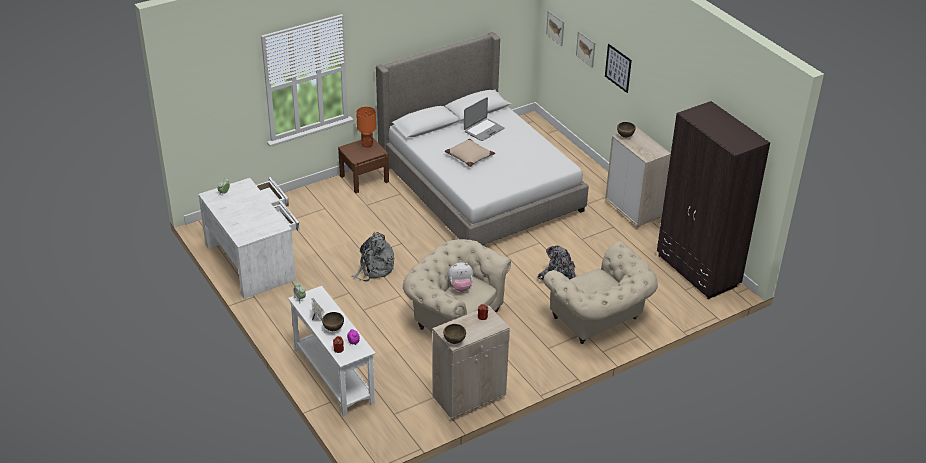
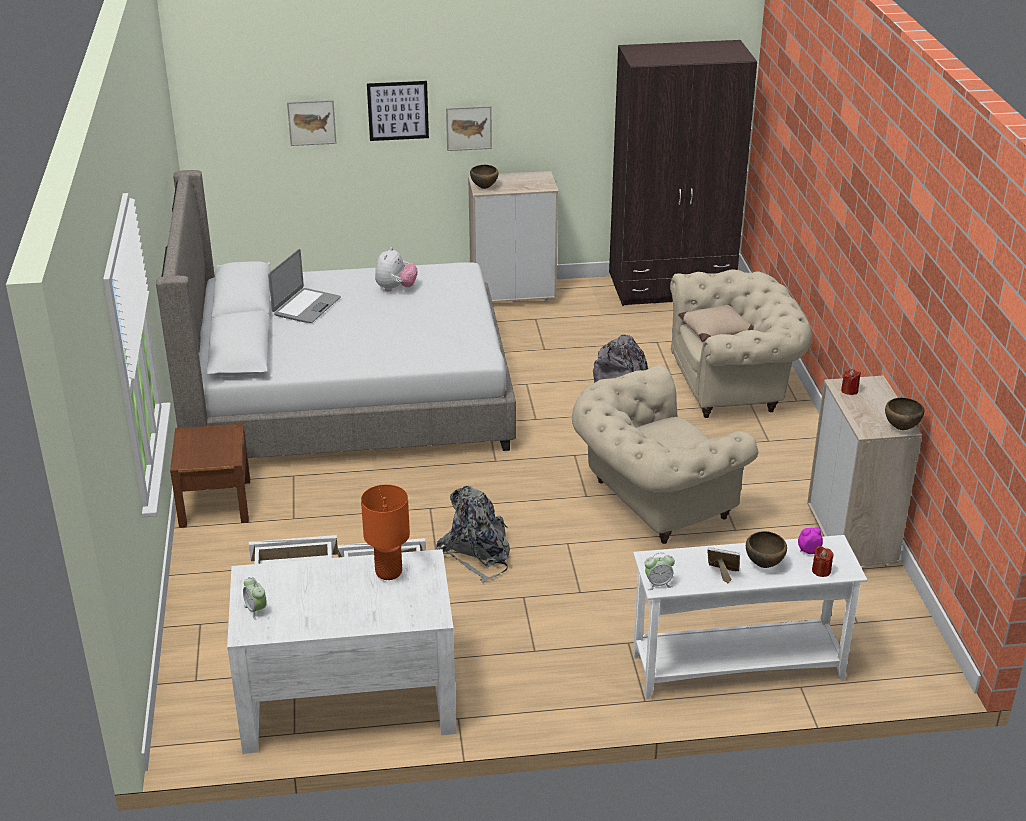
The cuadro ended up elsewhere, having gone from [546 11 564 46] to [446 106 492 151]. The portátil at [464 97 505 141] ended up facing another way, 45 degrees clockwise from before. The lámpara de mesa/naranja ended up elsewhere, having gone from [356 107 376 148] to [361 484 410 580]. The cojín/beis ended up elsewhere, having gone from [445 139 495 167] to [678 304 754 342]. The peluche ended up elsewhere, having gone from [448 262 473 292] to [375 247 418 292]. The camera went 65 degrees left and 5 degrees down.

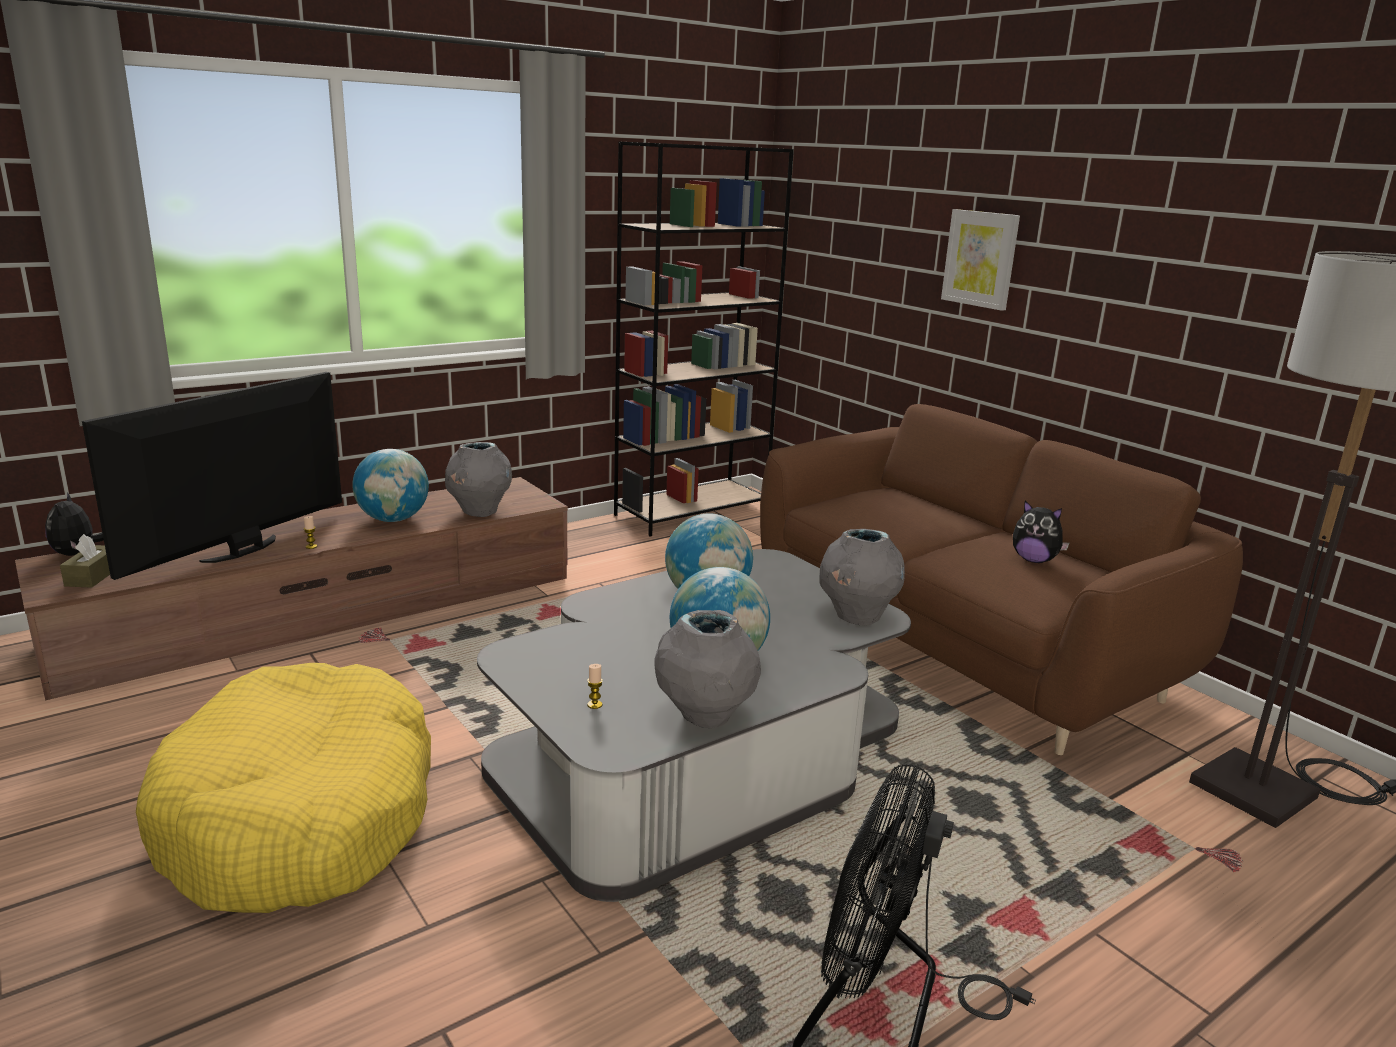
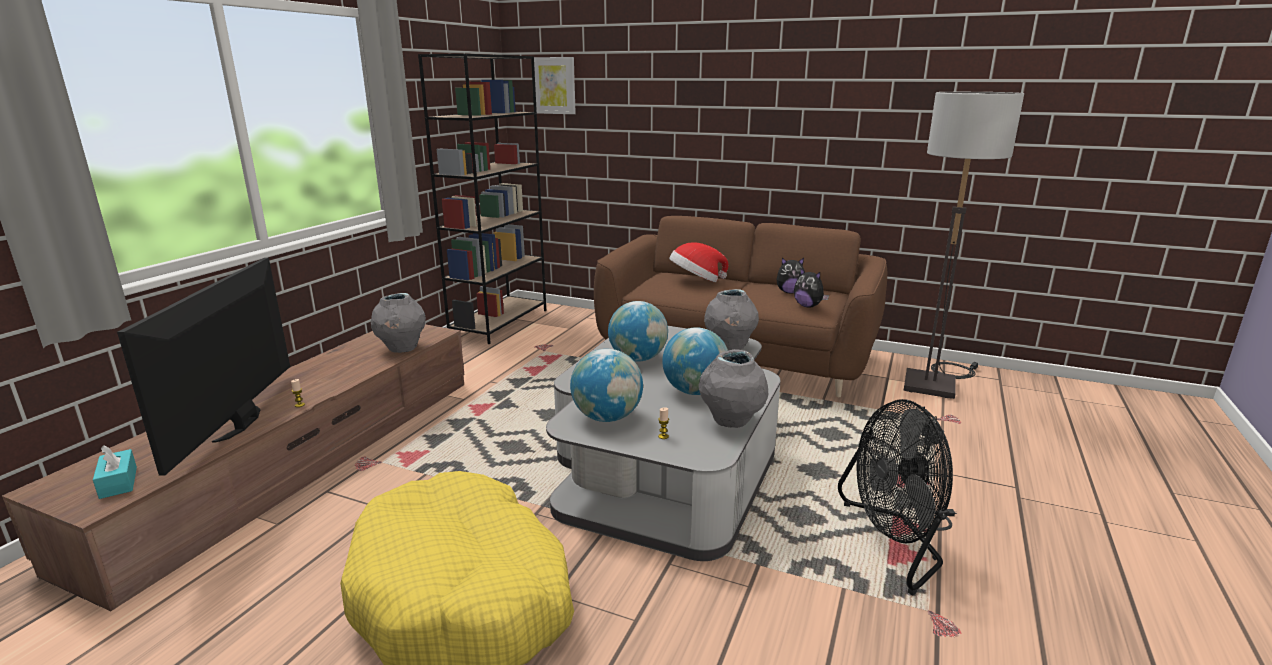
The cuadro ended up elsewhere, having gone from [941 209 1020 311] to [534 57 576 114]. The globo terráqueo ended up elsewhere, having gone from [352 449 429 522] to [570 349 643 422]. The peluche ended up elsewhere, having gone from [45 492 104 556] to [794 267 829 308]. What was the caja de pañuelos/marrón at [60 534 110 588] turned into the caja de pañuelos/turquesa at [93 445 137 499]. The second view gained the sombrero at [669 242 728 282]. The camera went 30 degrees left and 0 degrees up.

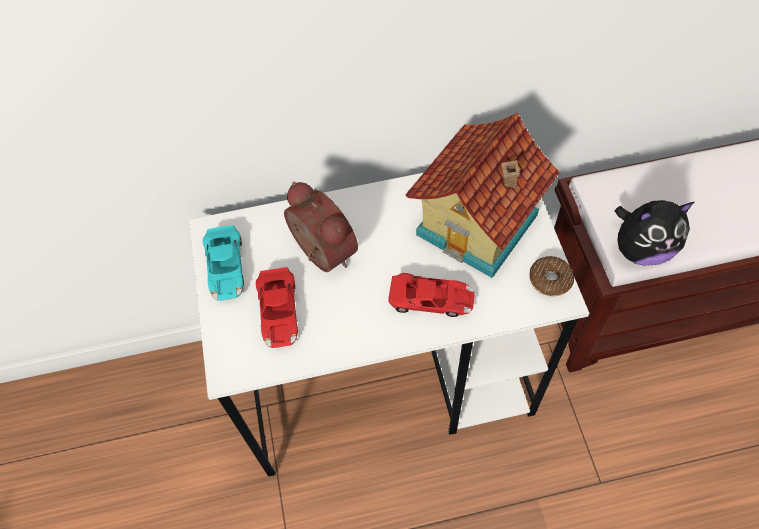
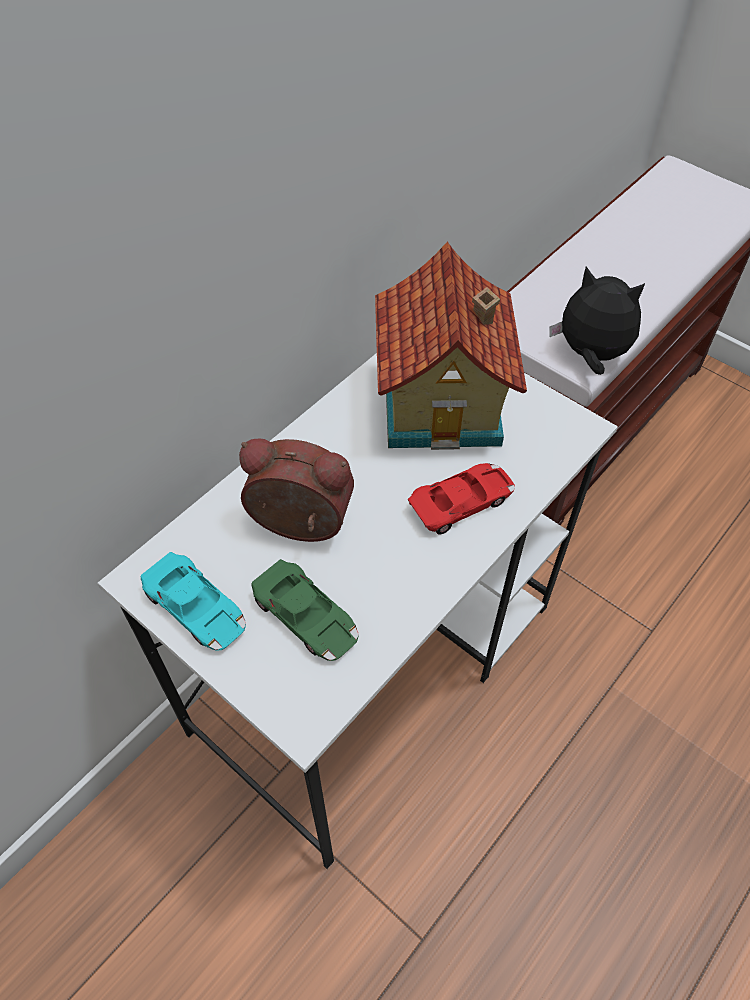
The peluche at [615 200 694 266] ended up facing another way, 105 degrees counterclockwise from before. The second view lost the rosquilla at [529 256 574 296]. What was the coche de juguete/rojo at [256 267 298 348] turned into the coche de juguete/verde at [251 559 359 661]. The camera went 40 degrees left and 5 degrees down.

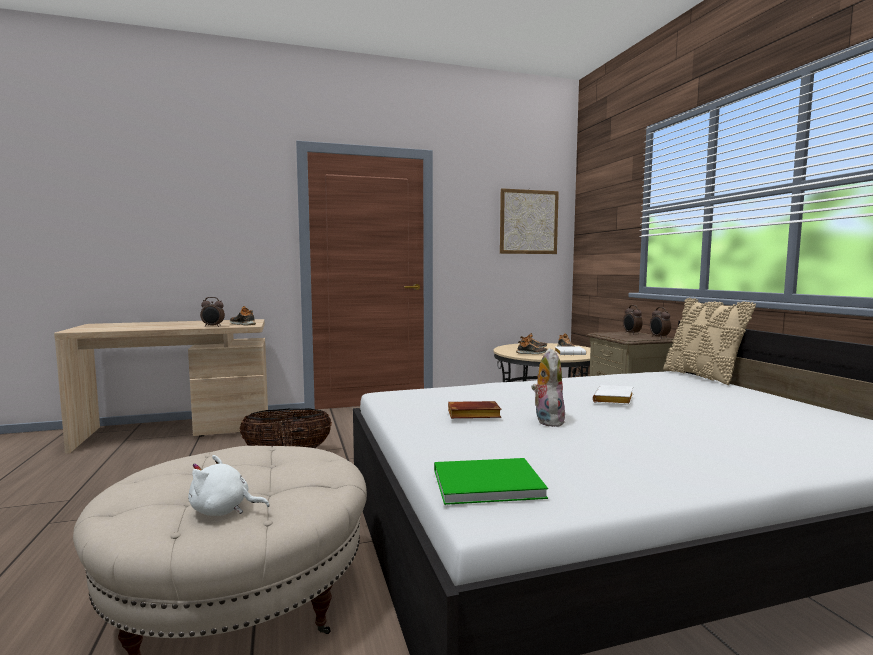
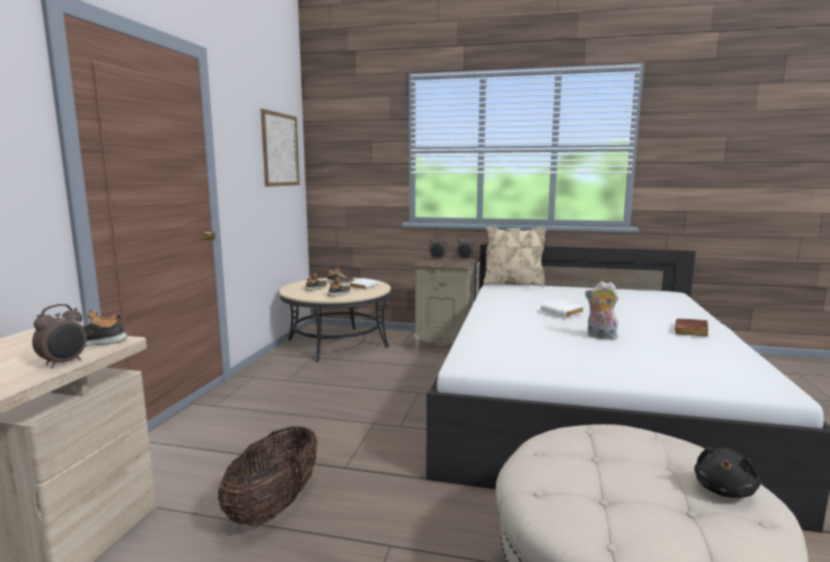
The libro/marrón ended up elsewhere, having gone from [448 401 501 418] to [675 318 709 337]. What was the peluche/blanco at [188 455 270 516] turned into the peluche/negro at [694 447 761 498]. The second view lost the libro/verde at [434 458 548 505]. The camera went 60 degrees left and 5 degrees up.

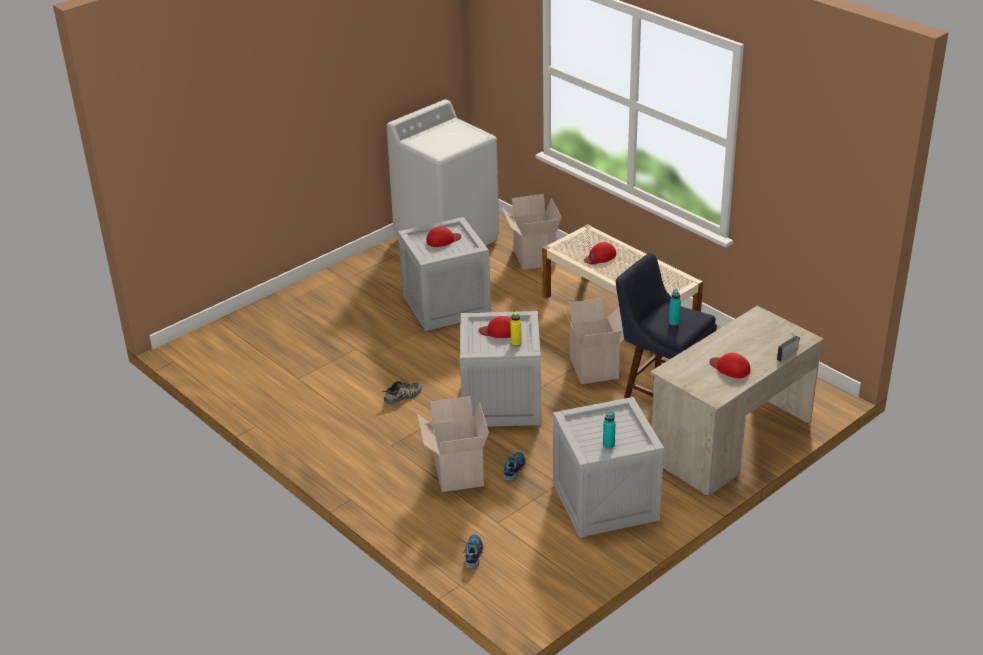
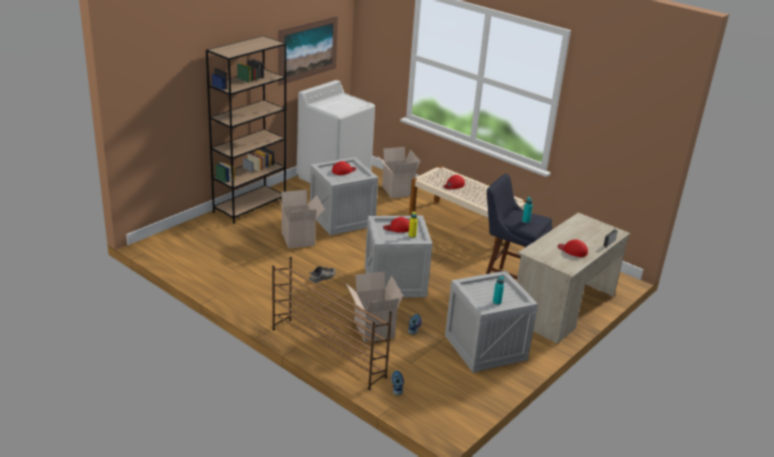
The caja de cartón ended up elsewhere, having gone from [564 298 624 384] to [278 190 325 249]. The second view gained the cuadro at [278 16 338 86]. The second view gained the estantería/beis at [206 36 286 224]. The second view gained the zapatero/marrón at [272 257 392 390]. The camera went 10 degrees left and 5 degrees down.

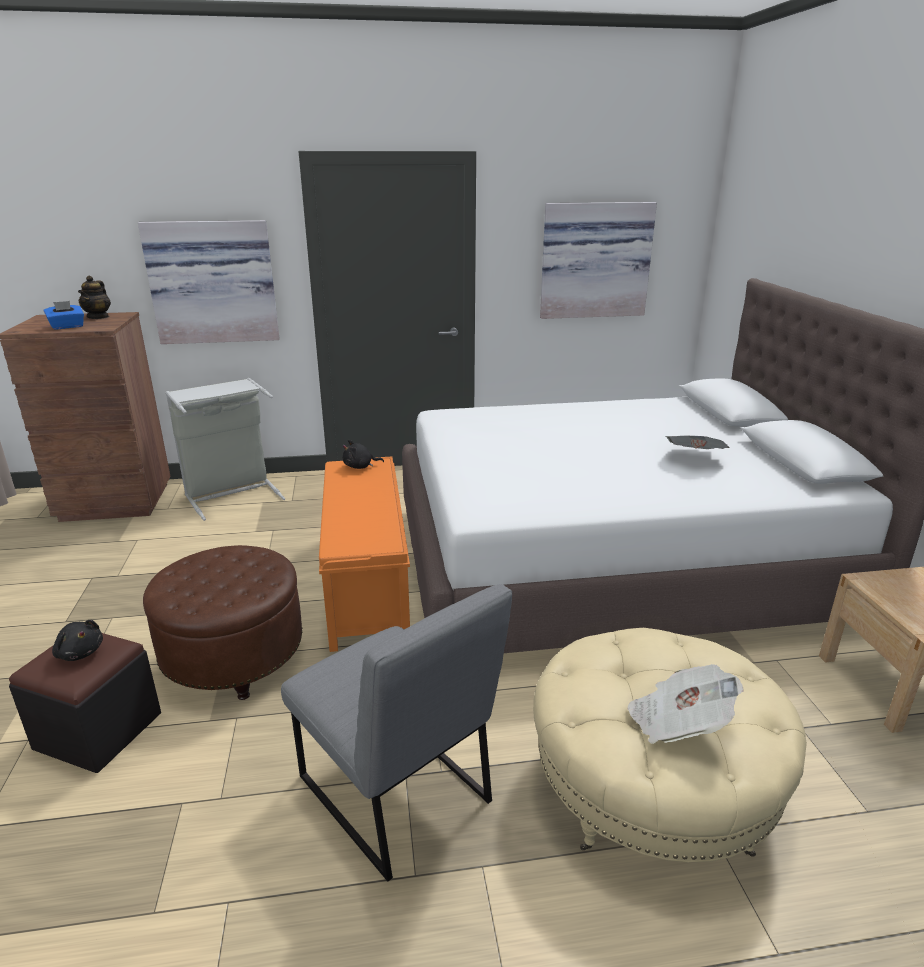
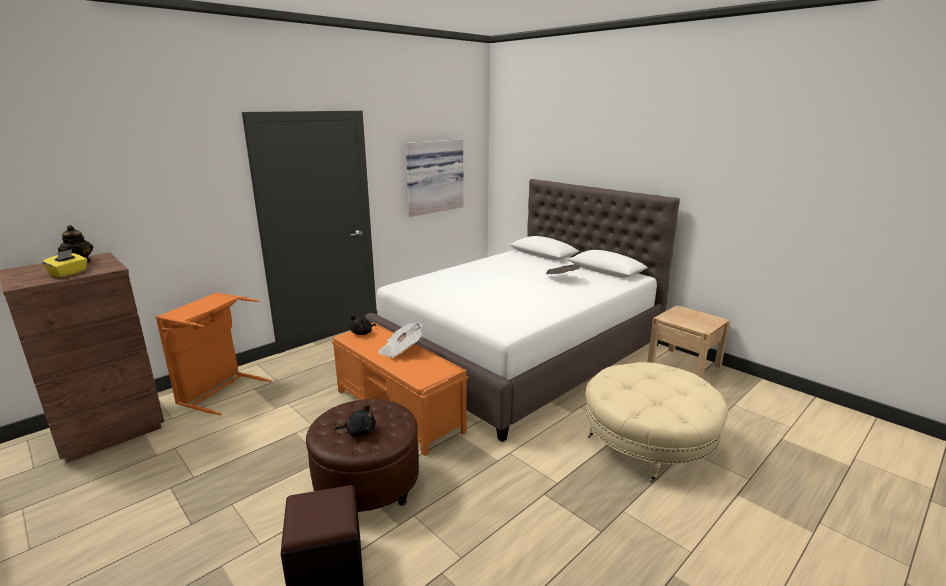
The second view lost the cuadro at [138 220 280 344]. What was the caja de pañuelos/azul at [44 301 84 330] turned into the caja de pañuelos/amarillo at [42 249 87 278]. What was the cesto de la ropa/gris at [165 378 285 521] turned into the cesto de la ropa/naranja at [155 292 271 415]. The second view lost the silla/gris at [281 584 512 882]. The peluche/negro ended up elsewhere, having gone from [52 620 103 661] to [335 405 376 437]. The periódico ended up elsewhere, having gone from [627 664 744 744] to [378 323 423 358]. The camera went 35 degrees left and 5 degrees down.

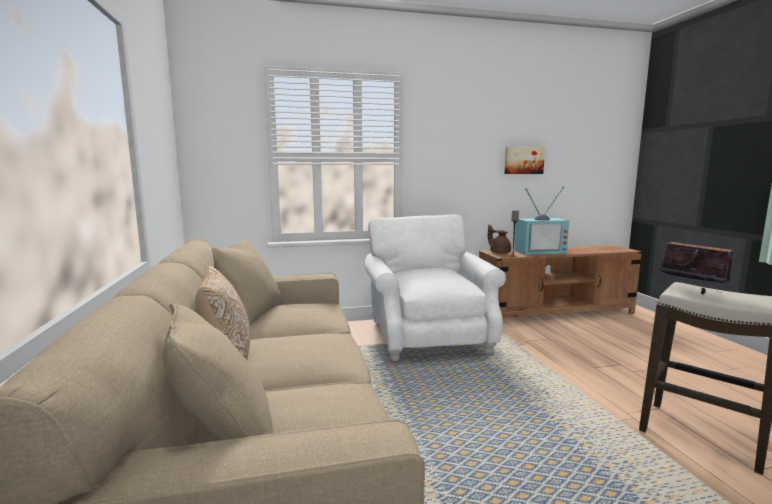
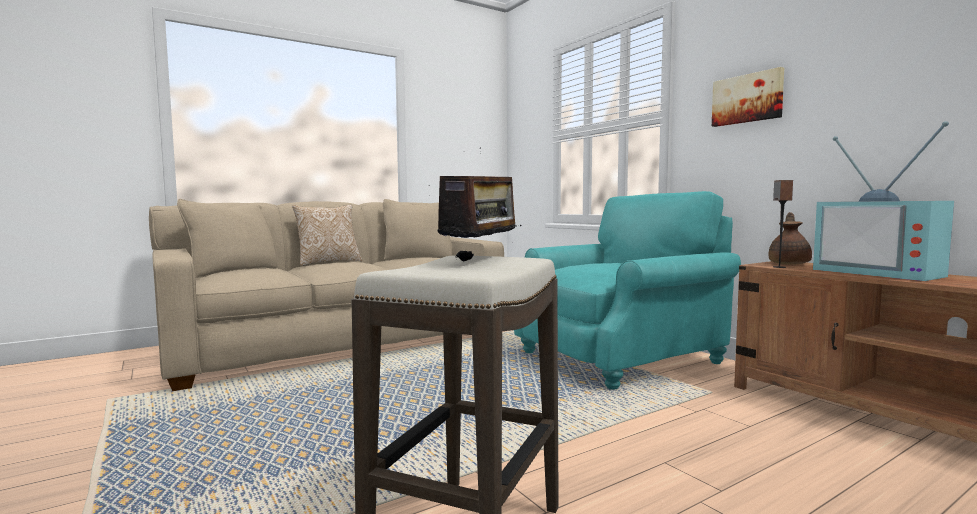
The cuadro ended up elsewhere, having gone from [504 146 545 174] to [712 67 784 127]. What was the sillón/blanco at [365 215 506 361] turned into the sillón/turquesa at [514 191 741 390]. The camera went 70 degrees right and 5 degrees down.

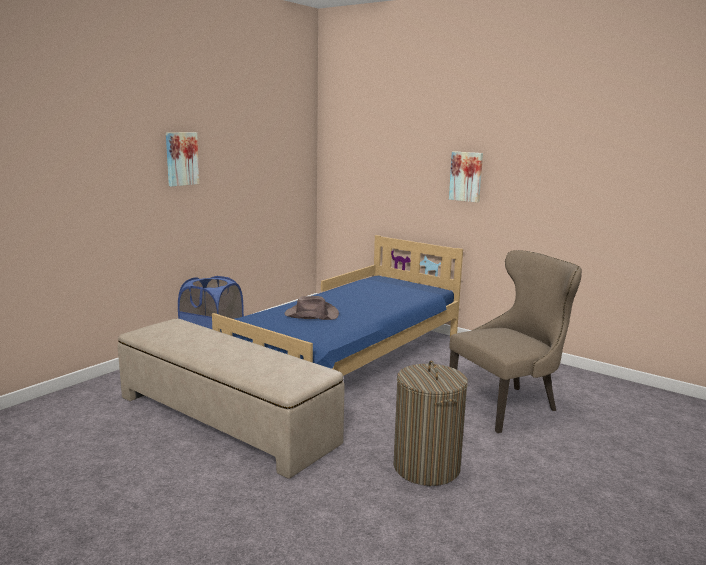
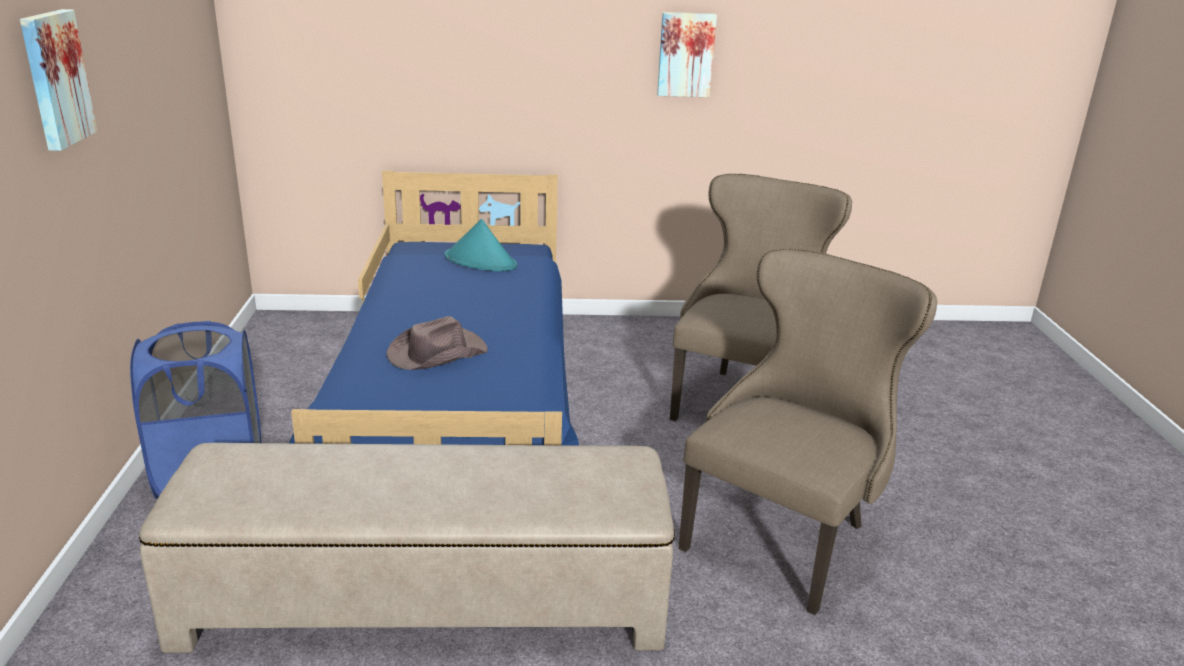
The cuadro ended up elsewhere, having gone from [449 151 483 202] to [657 12 717 97]. Where the cesto de la ropa stood at [393 361 468 486], the silla/beis came to stand at [679 249 937 615]. The second view gained the sombrero/turquesa at [444 219 517 271]. The camera went 40 degrees left and 10 degrees up.

